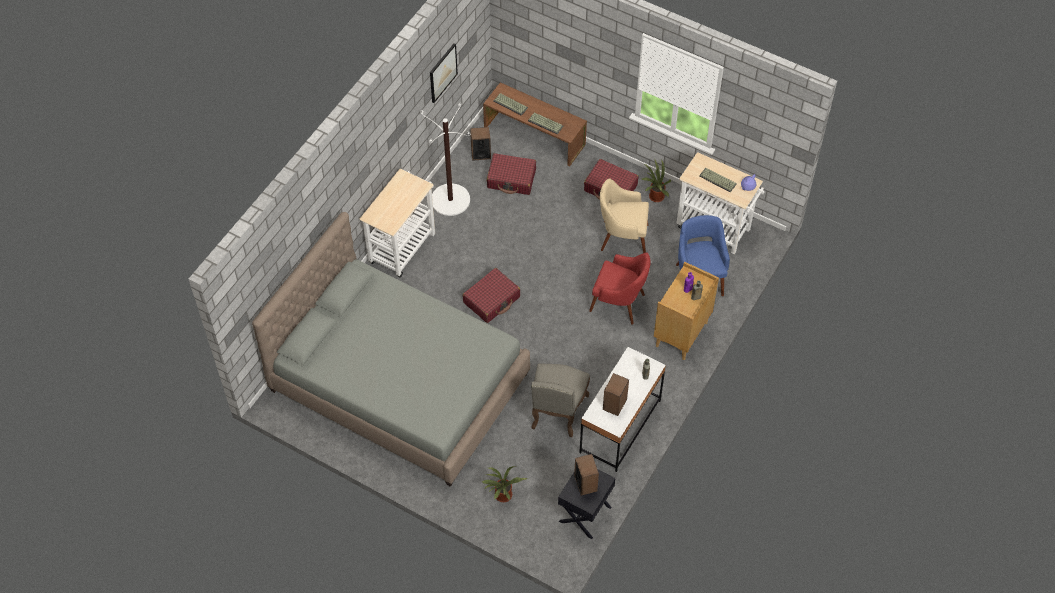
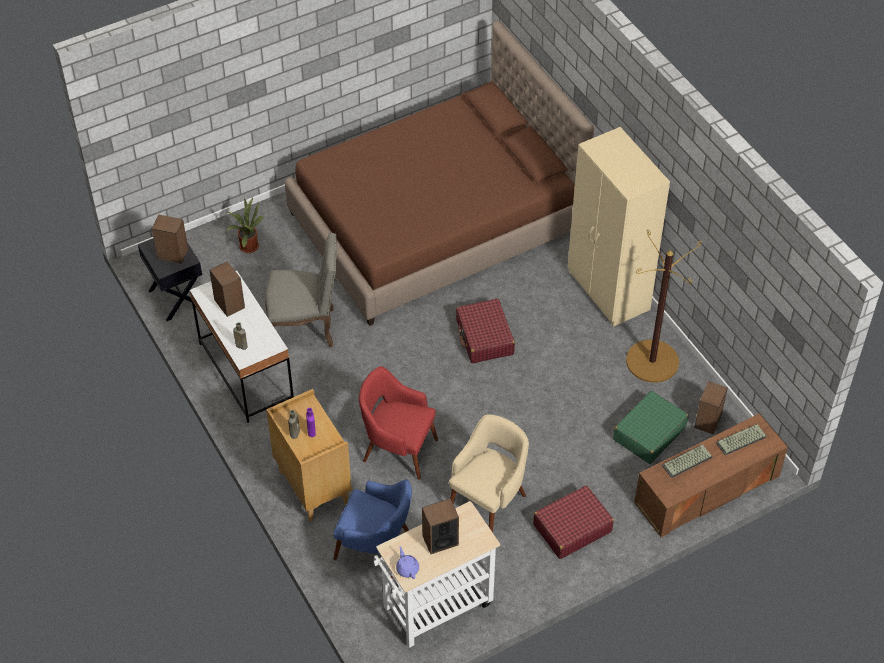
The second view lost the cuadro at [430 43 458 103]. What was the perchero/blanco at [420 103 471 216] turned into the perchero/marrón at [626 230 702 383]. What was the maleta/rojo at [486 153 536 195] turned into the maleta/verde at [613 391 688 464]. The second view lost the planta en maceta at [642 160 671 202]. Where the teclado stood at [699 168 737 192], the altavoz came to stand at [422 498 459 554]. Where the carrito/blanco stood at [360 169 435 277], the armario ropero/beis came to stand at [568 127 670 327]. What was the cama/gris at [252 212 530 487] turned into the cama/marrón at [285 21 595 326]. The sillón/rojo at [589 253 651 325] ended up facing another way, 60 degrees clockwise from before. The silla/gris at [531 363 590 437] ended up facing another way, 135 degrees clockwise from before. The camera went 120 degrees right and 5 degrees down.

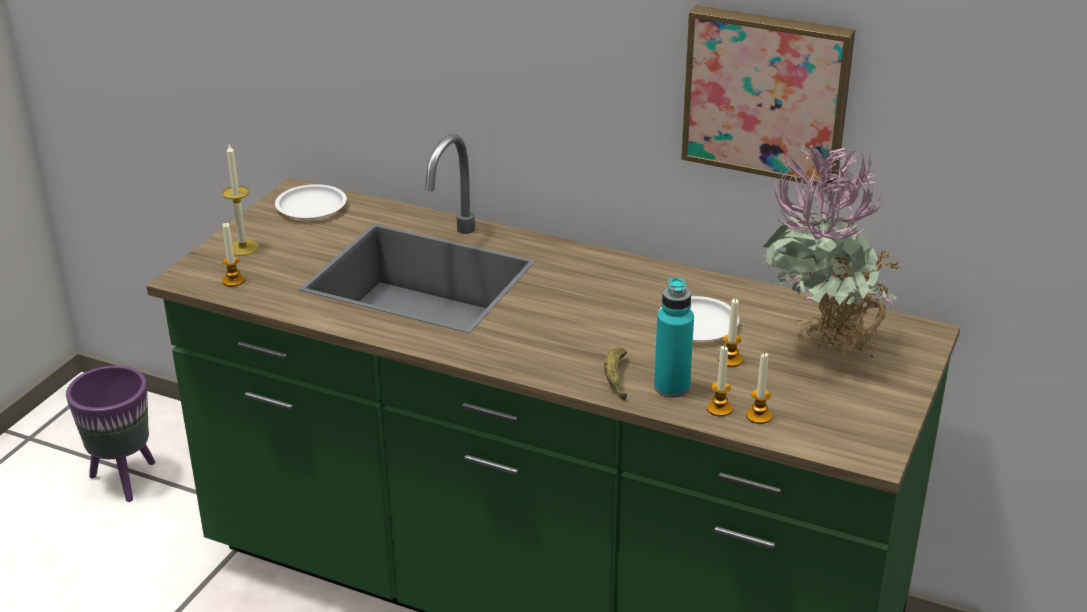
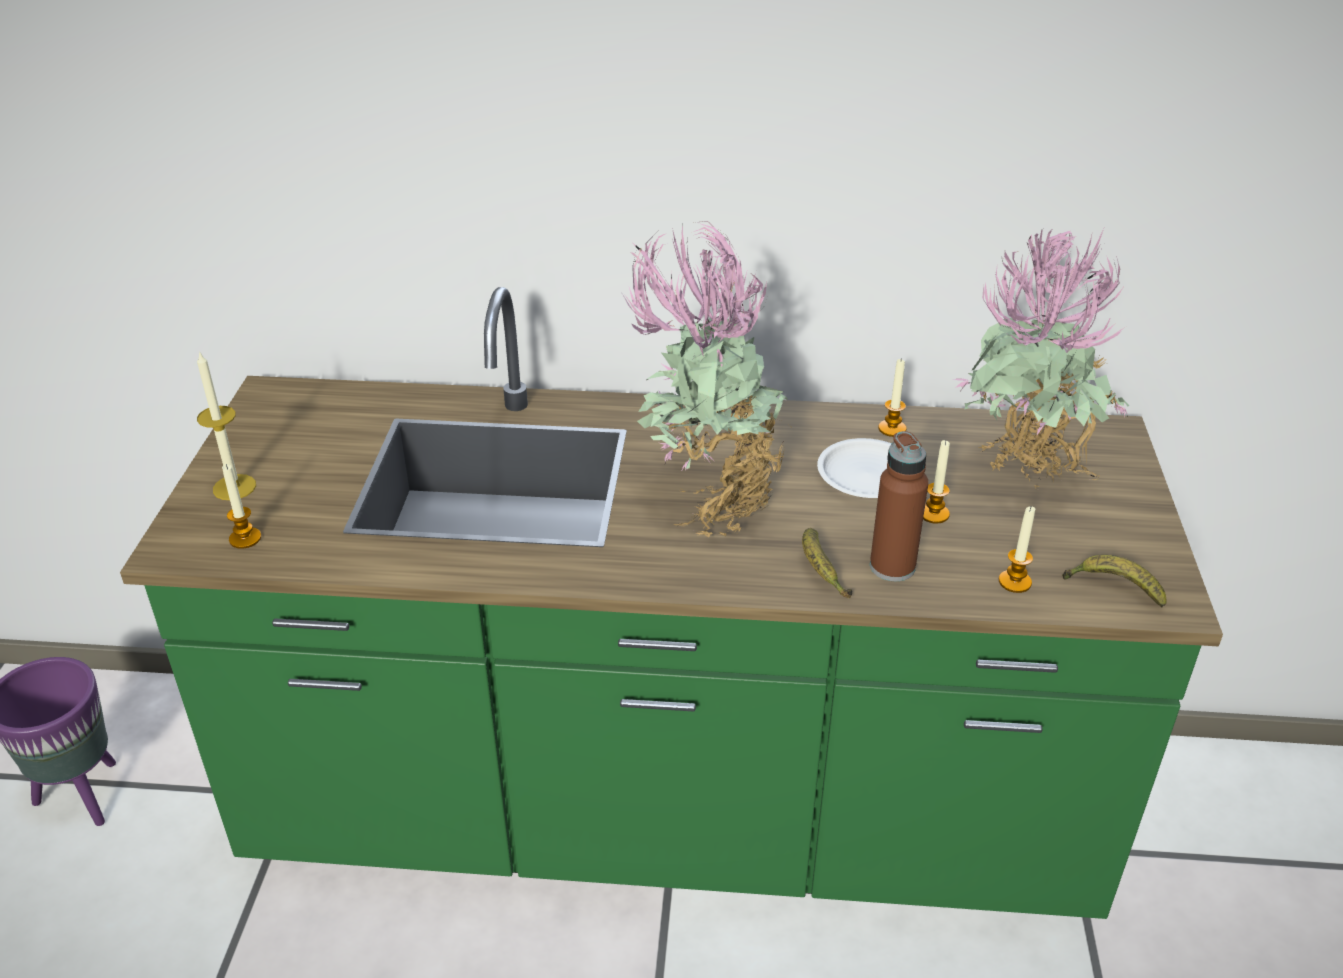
The second view lost the cuadro at [681 5 855 188]. The second view lost the plato/blanco at [275 184 347 219]. What was the botella/turquesa at [654 277 694 398] turned into the botella/marrón at [870 431 929 581]. The vela ended up elsewhere, having gone from [707 345 733 417] to [878 358 907 437]. The second view gained the planta en maceta at [621 221 792 537]. The second view gained the plátano at [1062 555 1166 608]. The camera went 20 degrees left and 5 degrees up.

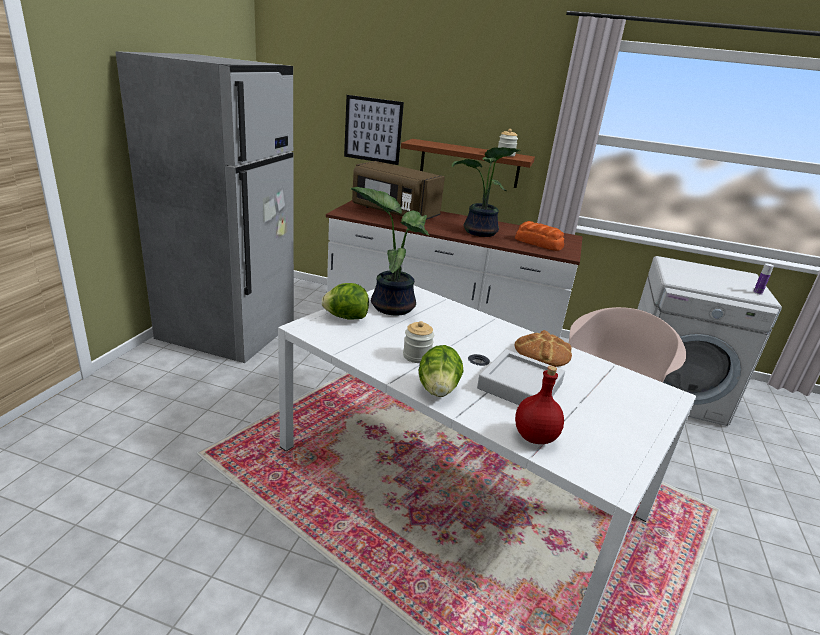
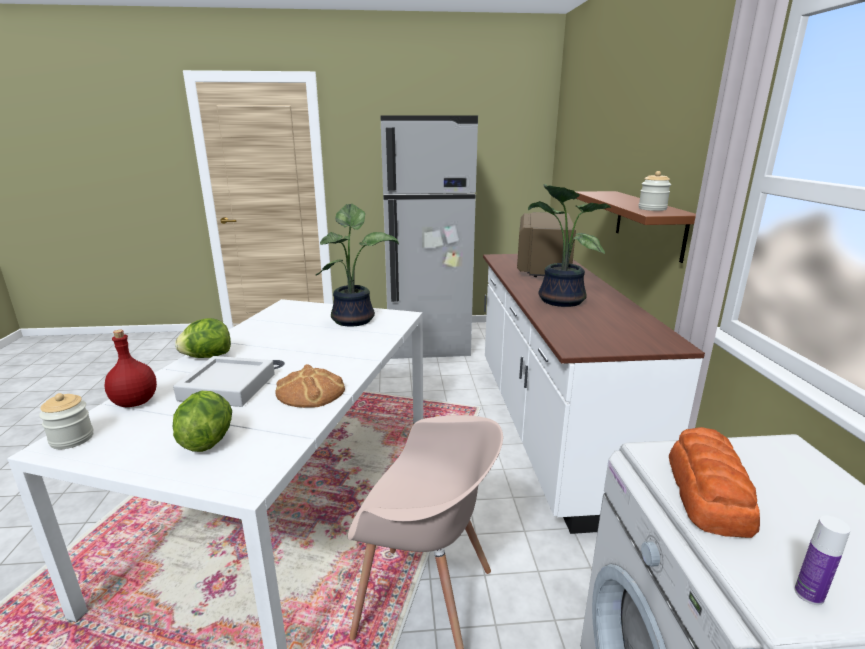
The second view lost the cuadro at [344 95 404 165]. The pan ended up elsewhere, having gone from [515 221 564 251] to [669 427 760 538]. The lechuga ended up elsewhere, having gone from [322 283 369 320] to [173 391 232 452]. The tarro ended up elsewhere, having gone from [403 321 434 363] to [39 393 93 449]. The camera went 70 degrees right and 5 degrees down.

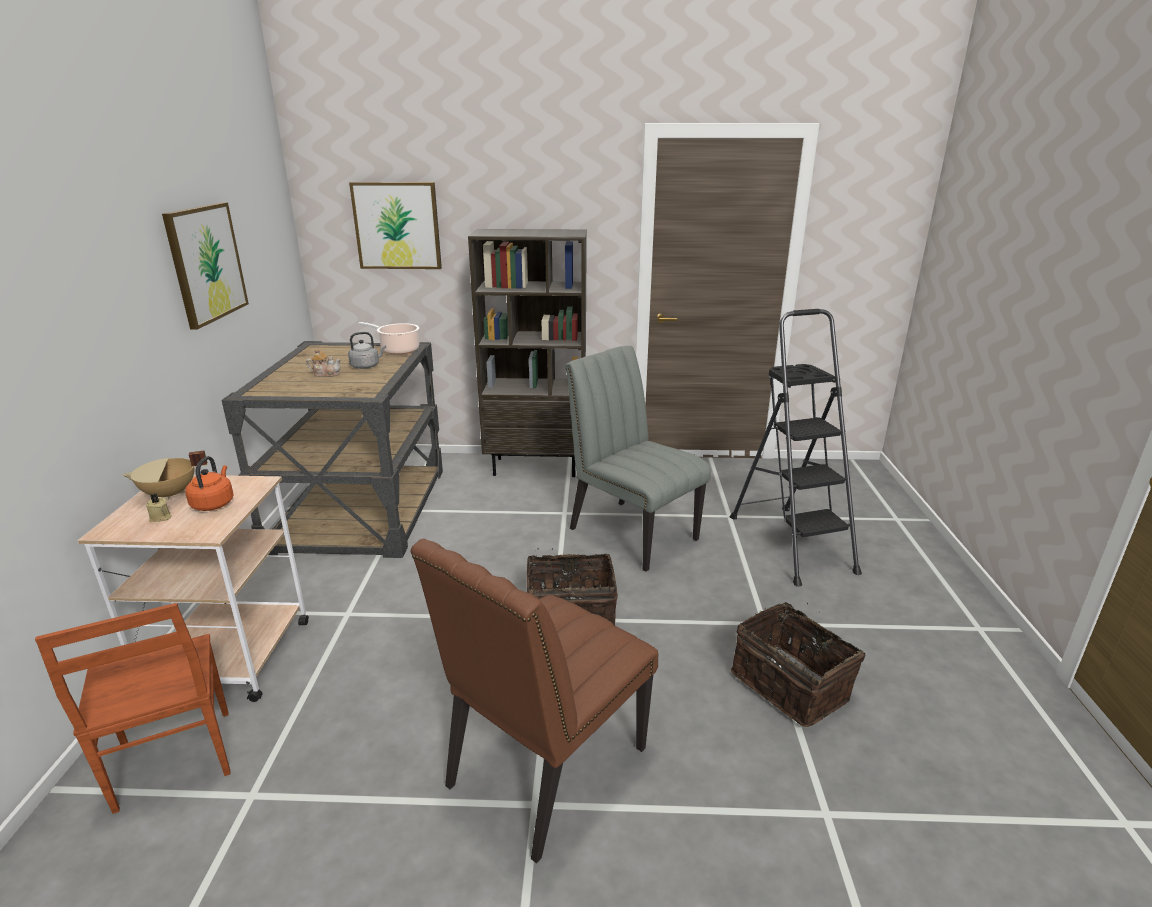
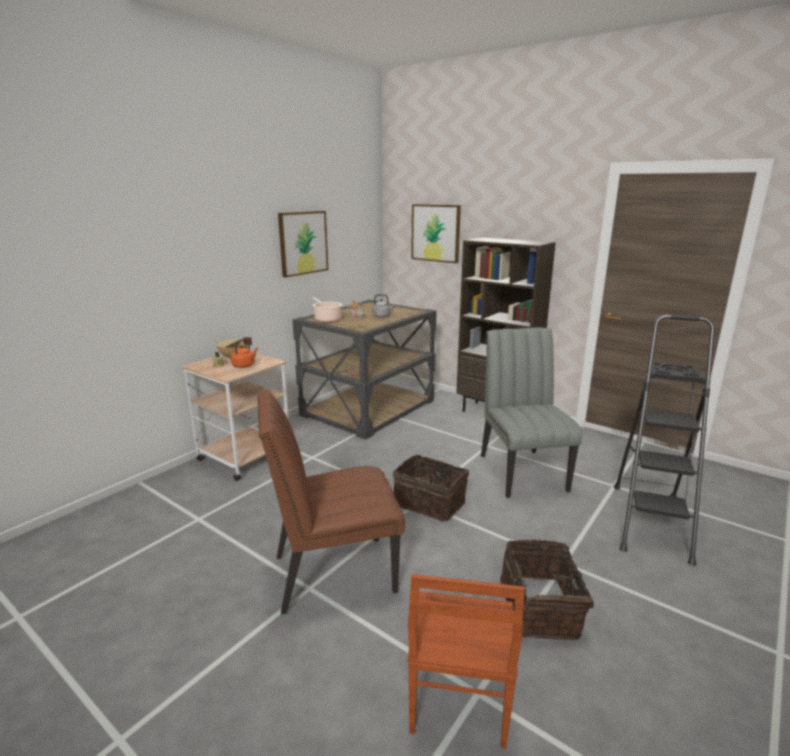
The olla ended up elsewhere, having gone from [358 322 419 354] to [312 298 342 322]. The silla/marrón ended up elsewhere, having gone from [35 603 231 814] to [407 574 525 749]. The camera went 35 degrees right and 5 degrees down.

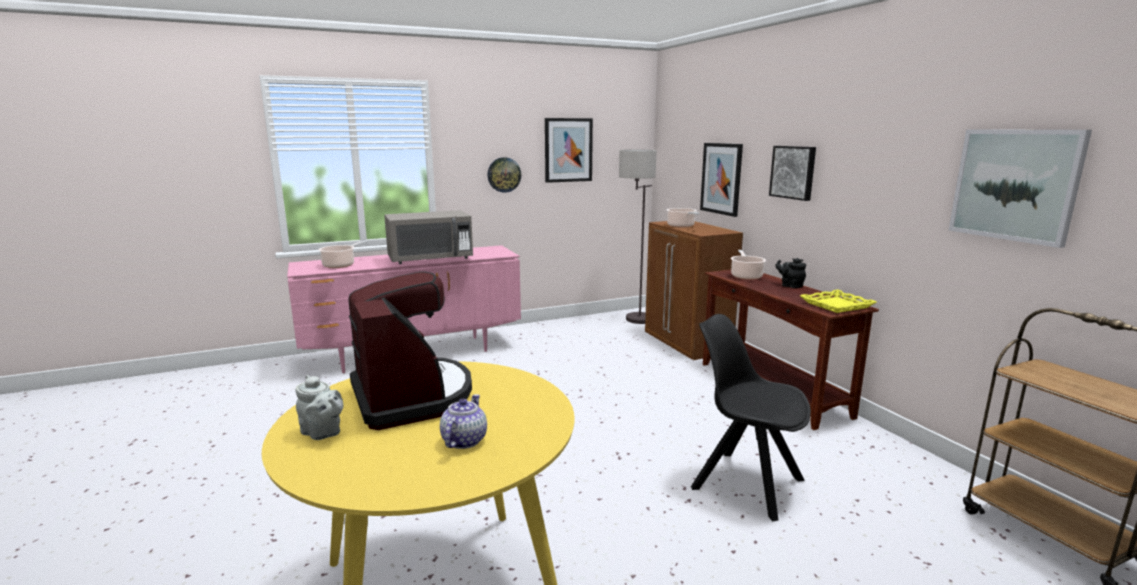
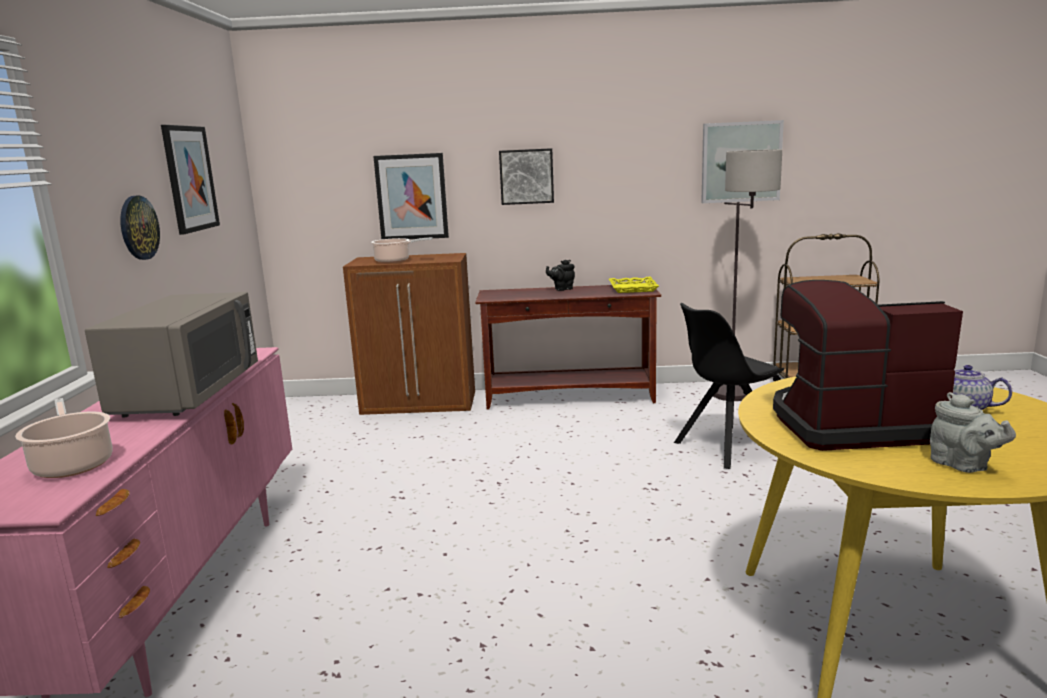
The lámpara de pie/gris ended up elsewhere, having gone from [619 149 657 324] to [713 149 782 401]. The second view lost the olla at [731 250 766 280]. The tetera/gris at [295 375 344 440] ended up facing another way, 90 degrees clockwise from before. The camera went 65 degrees left and 0 degrees up.

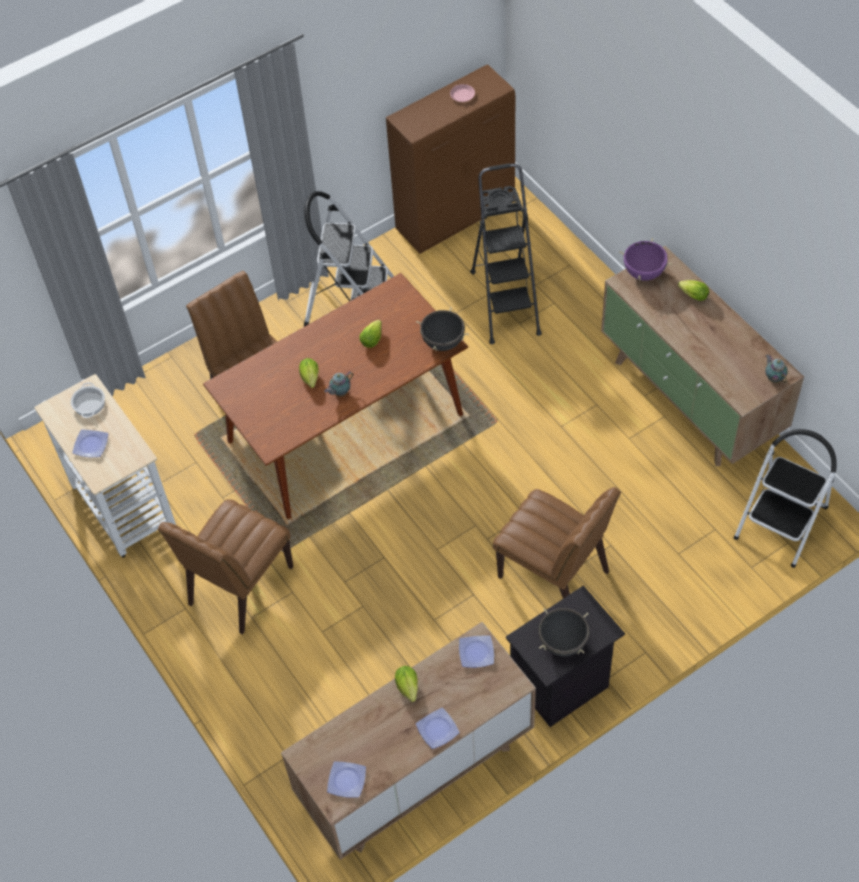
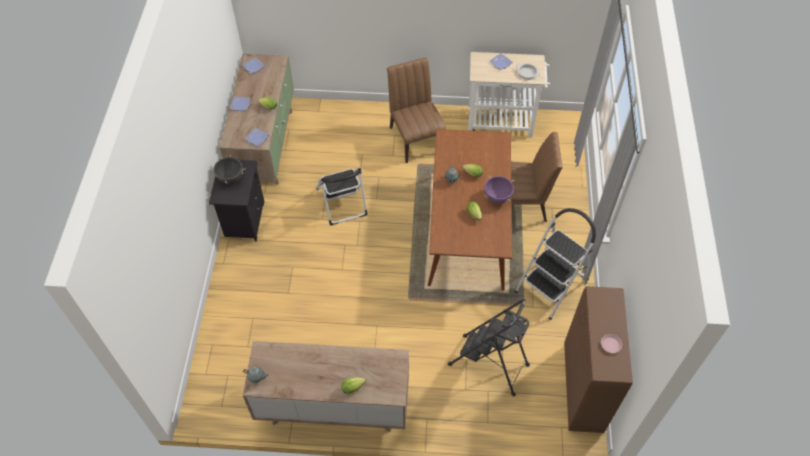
The olla/morado ended up elsewhere, having gone from [619 238 672 281] to [484 176 514 203]. The second view lost the olla/negro at [416 307 469 351]. The escalera de tijera ended up elsewhere, having gone from [734 429 837 568] to [316 167 368 226]. The second view lost the silla/marrón at [493 487 621 599]. The camera went 125 degrees right and 0 degrees up.

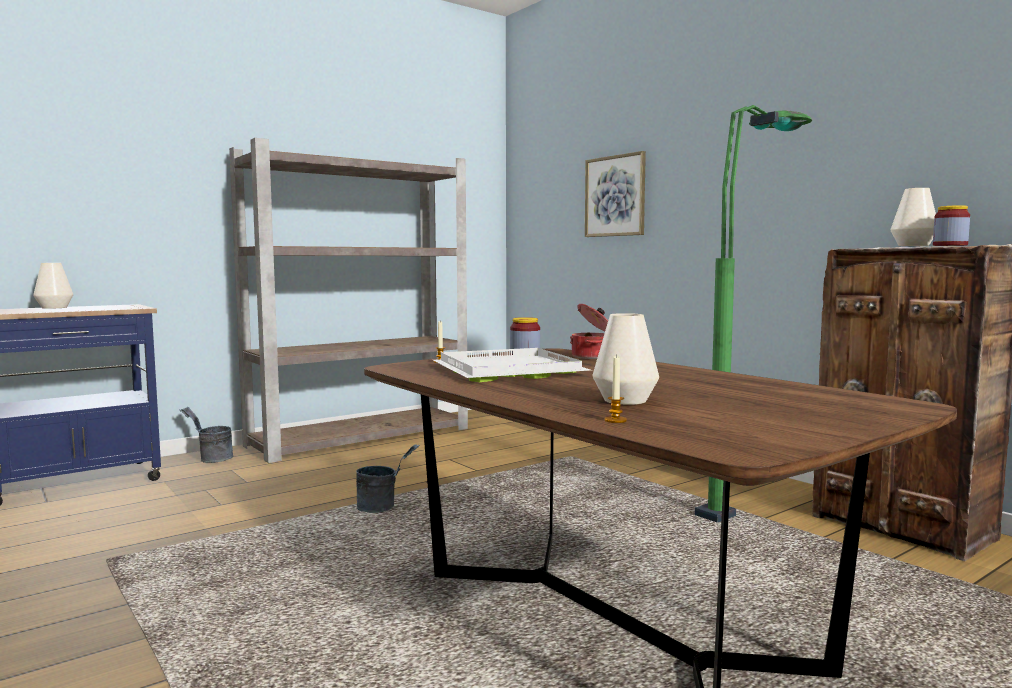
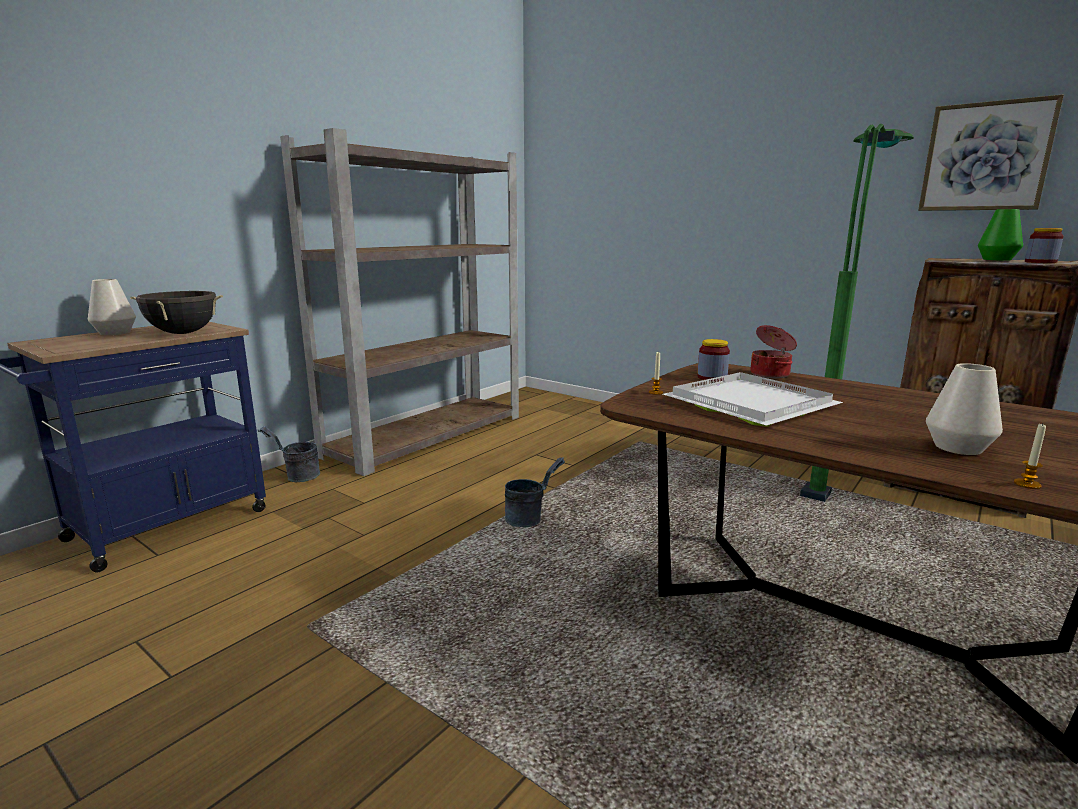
The cuadro ended up elsewhere, having gone from [585 151 646 237] to [918 94 1064 211]. What was the florero/blanco at [891 188 936 246] turned into the florero/verde at [978 209 1023 261]. The second view gained the olla/negro at [130 291 223 334]. The camera went 15 degrees left and 10 degrees up.

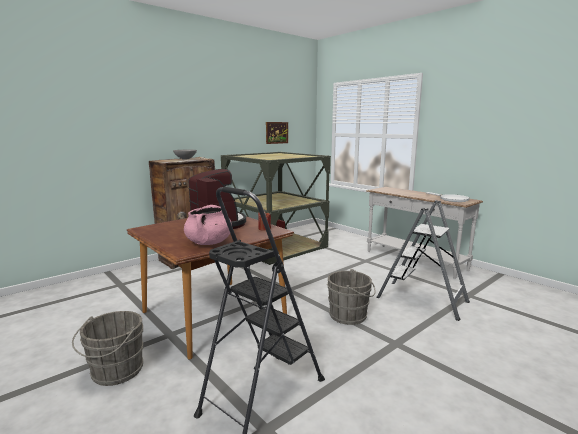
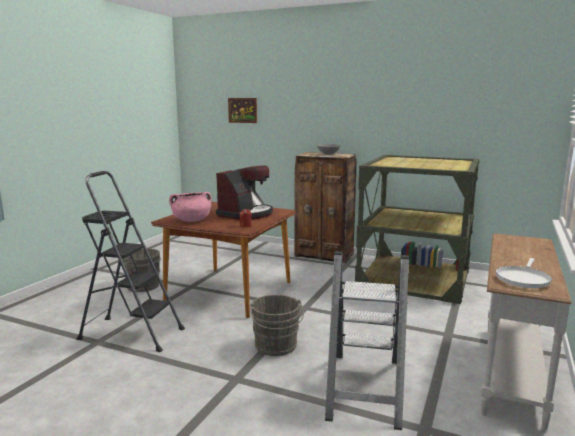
The cuadro ended up elsewhere, having gone from [266 122 288 144] to [228 98 257 123]. The camera went 65 degrees right and 0 degrees up.

